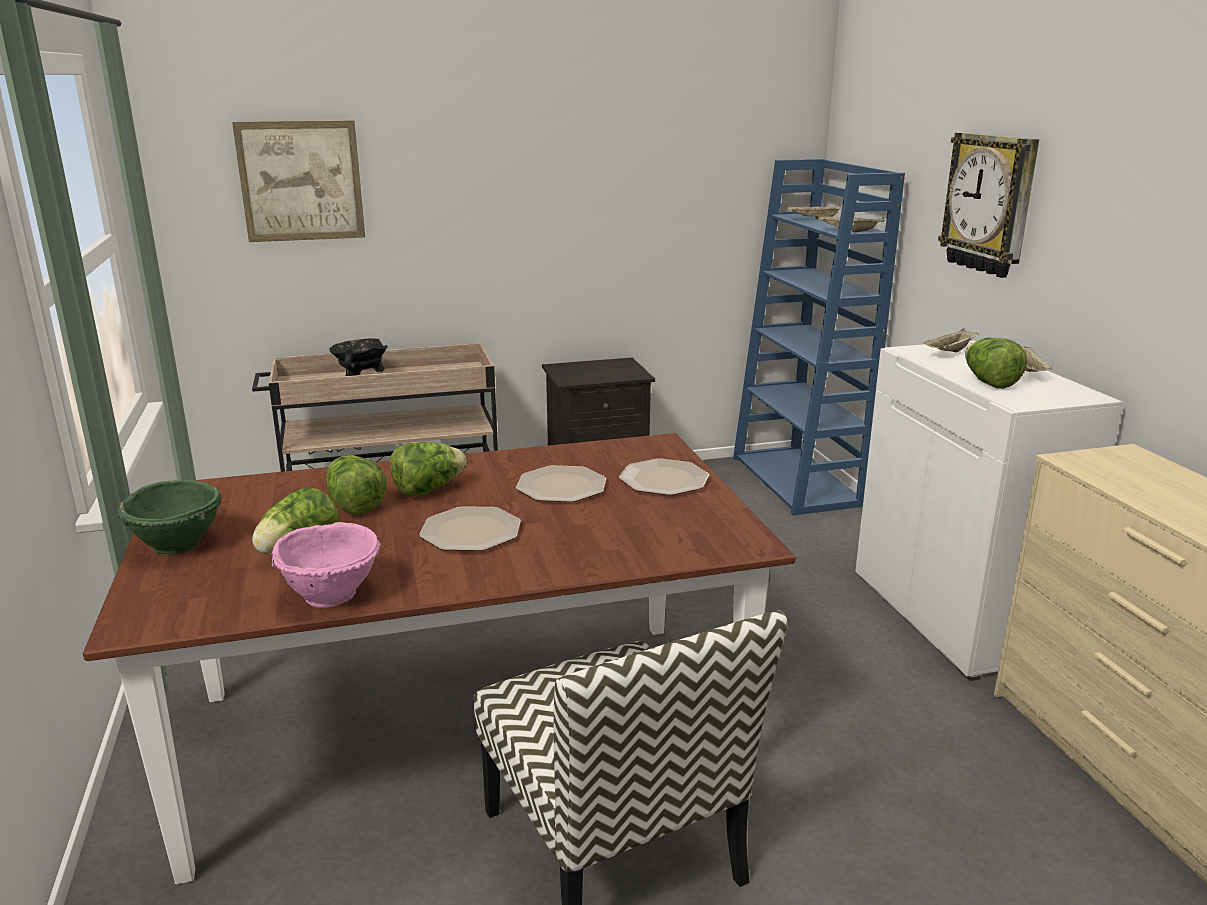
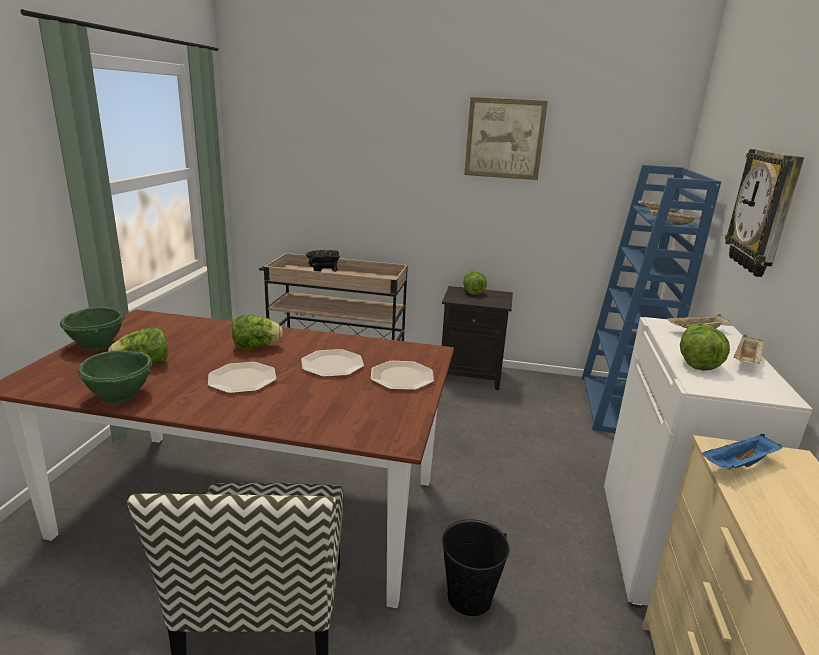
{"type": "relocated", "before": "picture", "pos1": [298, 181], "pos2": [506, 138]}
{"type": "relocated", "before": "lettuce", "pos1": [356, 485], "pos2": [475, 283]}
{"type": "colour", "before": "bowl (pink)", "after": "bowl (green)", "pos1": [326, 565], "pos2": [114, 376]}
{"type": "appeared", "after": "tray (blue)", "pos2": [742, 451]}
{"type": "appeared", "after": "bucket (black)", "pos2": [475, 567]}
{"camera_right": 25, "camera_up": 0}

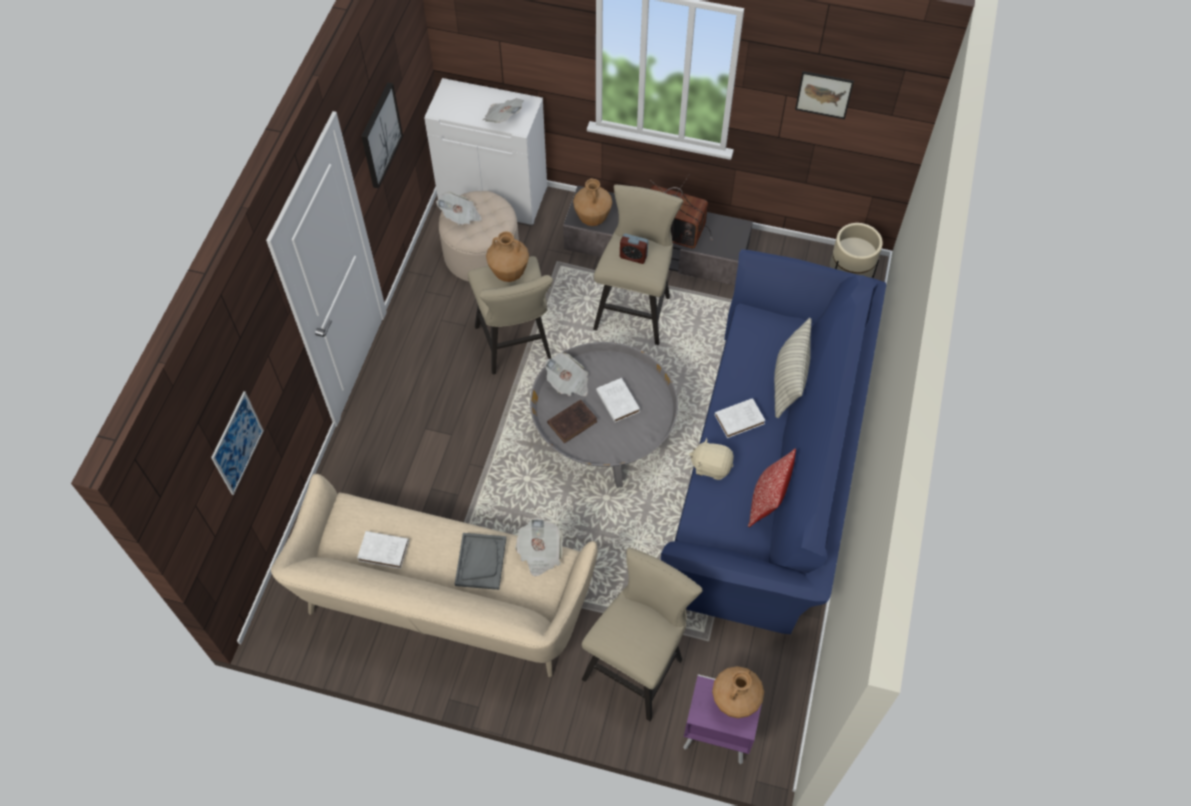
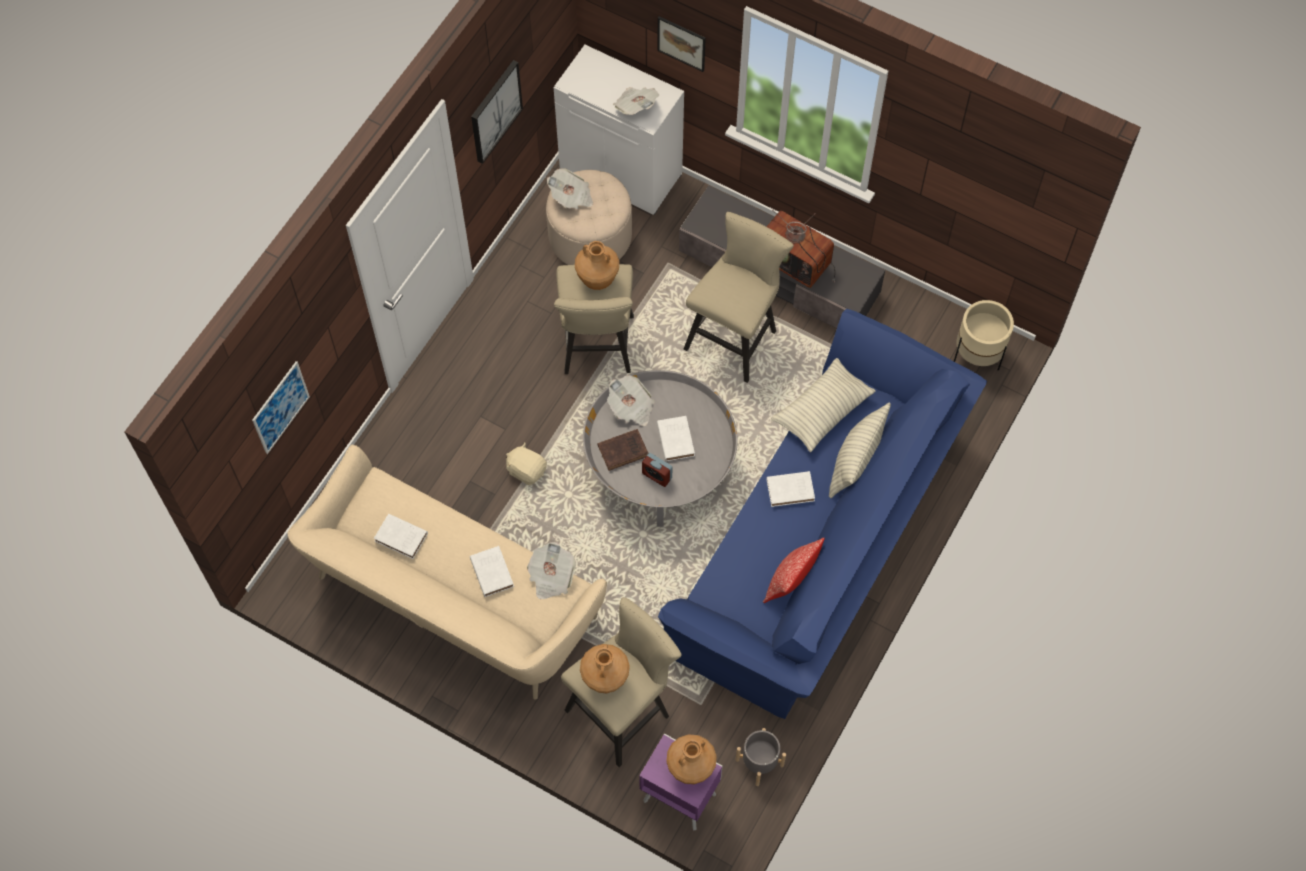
{"type": "relocated", "before": "picture", "pos1": [824, 95], "pos2": [682, 44]}
{"type": "relocated", "before": "vase (brown)", "pos1": [592, 202], "pos2": [605, 668]}
{"type": "relocated", "before": "alarm clock", "pos1": [634, 248], "pos2": [657, 470]}
{"type": "relocated", "before": "plush toy (beige)", "pos1": [711, 459], "pos2": [526, 463]}
{"type": "exchanged", "before": "tray (grey)", "after": "book (white)", "pos1": [480, 561], "pos2": [492, 571]}
{"type": "appeared", "after": "pillow", "pos2": [823, 405]}
{"type": "appeared", "after": "planter (grey)", "pos2": [761, 757]}
{"camera_right": 15, "camera_up": 5}

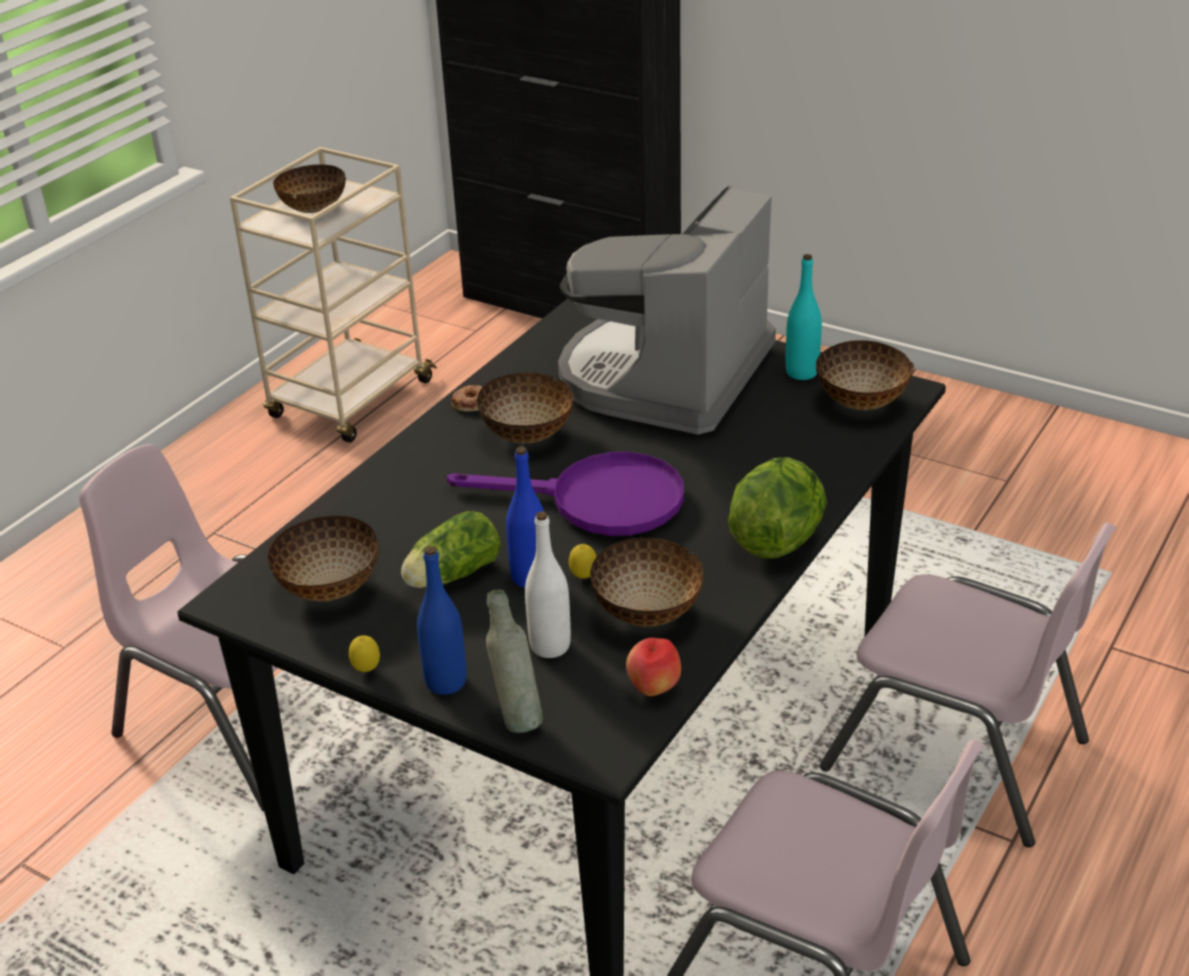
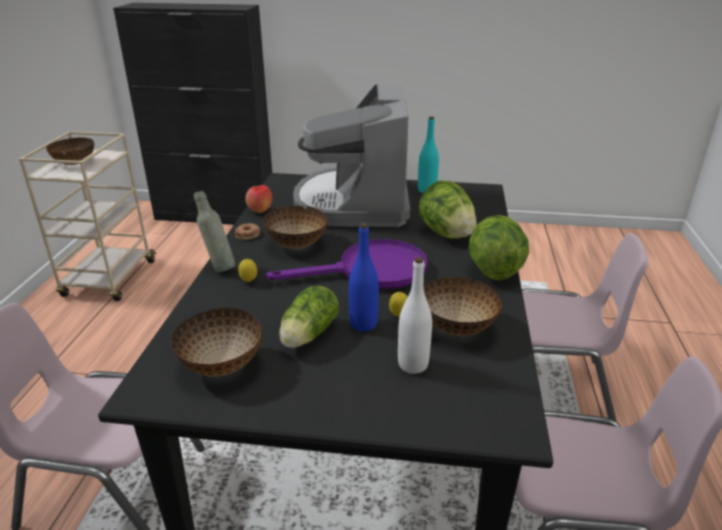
{"type": "missing", "before": "bowl", "pos1": [865, 375]}
{"type": "missing", "before": "bottle (blue)", "pos1": [441, 620]}
{"type": "relocated", "before": "bottle (grey)", "pos1": [514, 661], "pos2": [214, 231]}
{"type": "relocated", "before": "lemon", "pos1": [364, 653], "pos2": [247, 270]}
{"type": "relocated", "before": "apple", "pos1": [653, 667], "pos2": [258, 199]}
{"type": "appeared", "after": "lettuce", "pos2": [448, 210]}
{"camera_right": -25, "camera_up": -5}

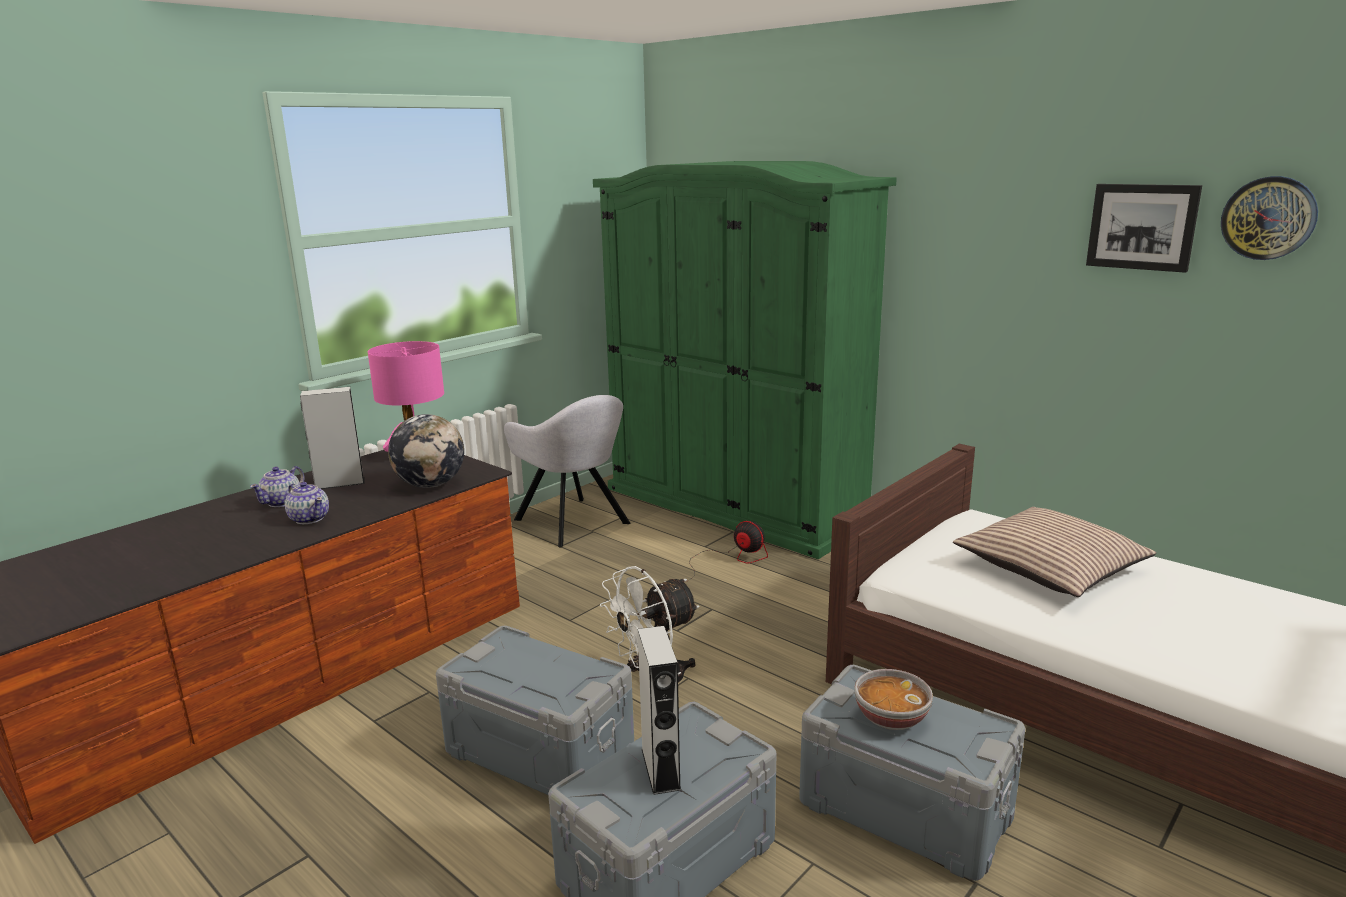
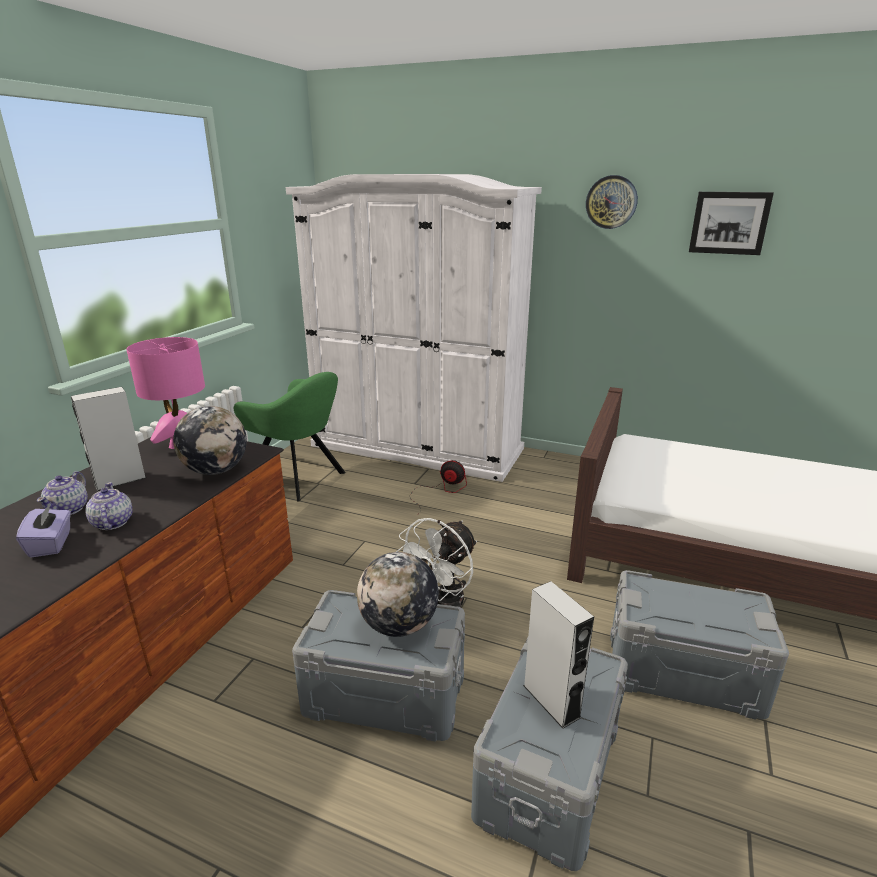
{"type": "colour", "before": "wardrobe (green)", "after": "wardrobe (white)", "pos1": [745, 360], "pos2": [414, 328]}
{"type": "relocated", "before": "wall clock", "pos1": [1269, 218], "pos2": [612, 202]}
{"type": "colour", "before": "armchair (grey)", "after": "armchair (green)", "pos1": [567, 471], "pos2": [290, 437]}
{"type": "spun", "before": "teapot", "pos1": [307, 503], "pos2": [109, 506], "turn": -135}
{"type": "missing", "before": "pillow", "pos1": [1054, 552]}
{"type": "missing", "before": "bowl", "pos1": [893, 699]}
{"type": "appeared", "after": "tissue box (purple)", "pos2": [43, 530]}
{"type": "appeared", "after": "globe", "pos2": [398, 594]}
{"camera_right": -20, "camera_up": 5}

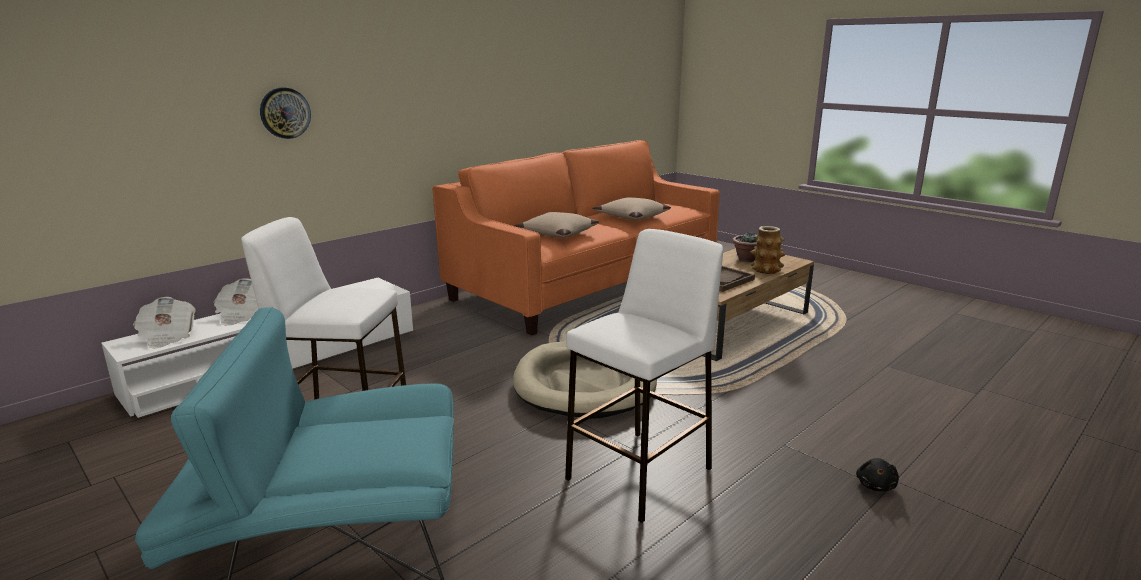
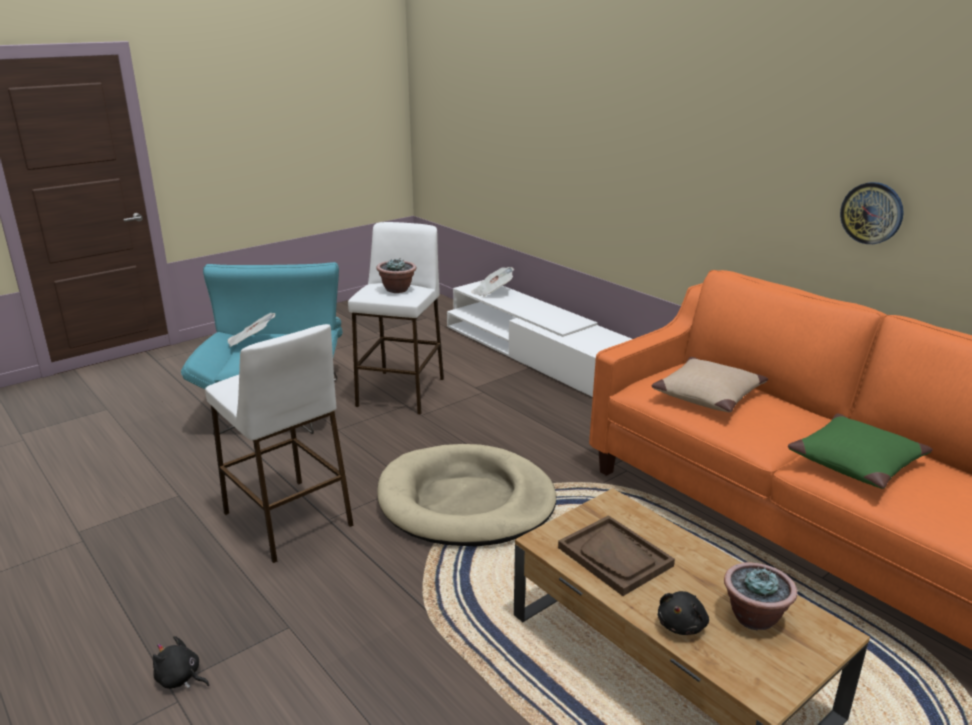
{"type": "relocated", "before": "wall clock", "pos1": [285, 113], "pos2": [872, 213]}
{"type": "colour", "before": "pillow (beige)", "after": "pillow (green)", "pos1": [632, 208], "pos2": [860, 451]}
{"type": "exchanged", "before": "vase", "after": "plush toy (black)", "pos1": [767, 250], "pos2": [683, 613]}
{"type": "relocated", "before": "newspaper", "pos1": [235, 302], "pos2": [251, 330]}
{"type": "appeared", "after": "potted plant", "pos2": [396, 275]}
{"camera_right": 95, "camera_up": 5}

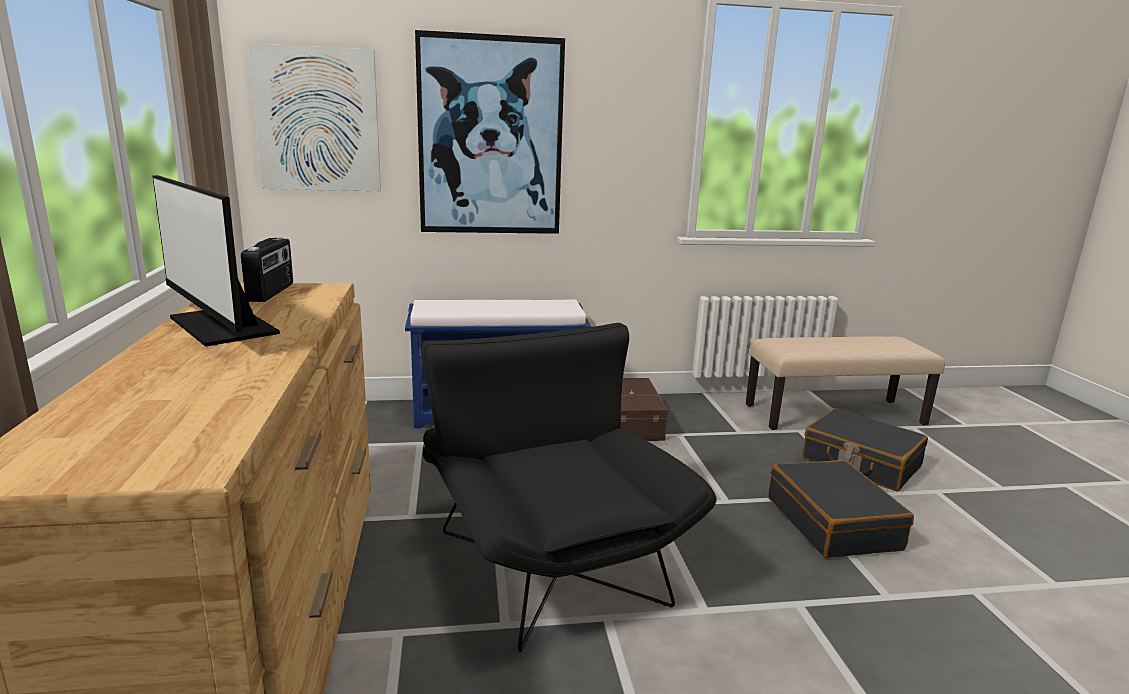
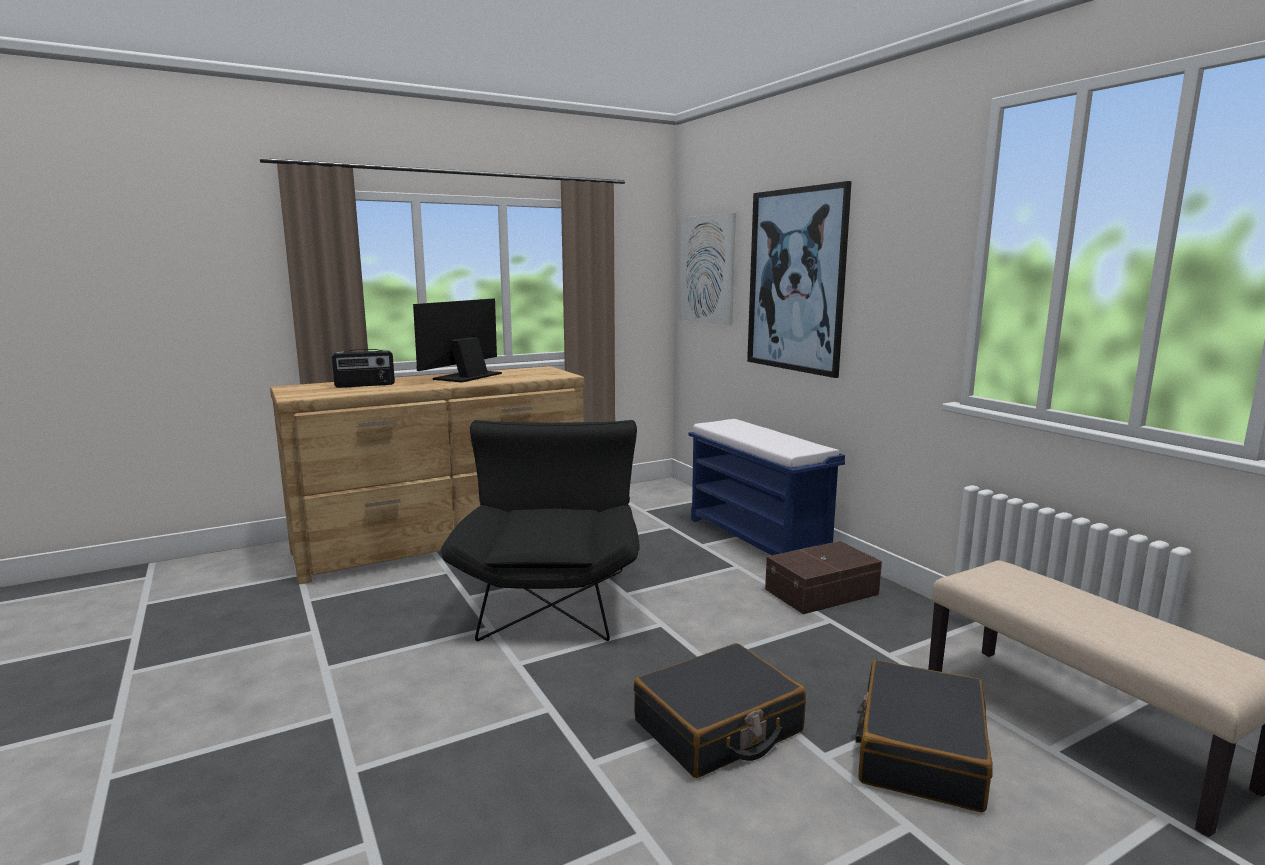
{"type": "relocated", "before": "radio", "pos1": [267, 269], "pos2": [363, 368]}
{"type": "spun", "before": "armchair (black)", "pos1": [569, 487], "pos2": [540, 530], "turn": -45}
{"camera_right": 70, "camera_up": -5}

